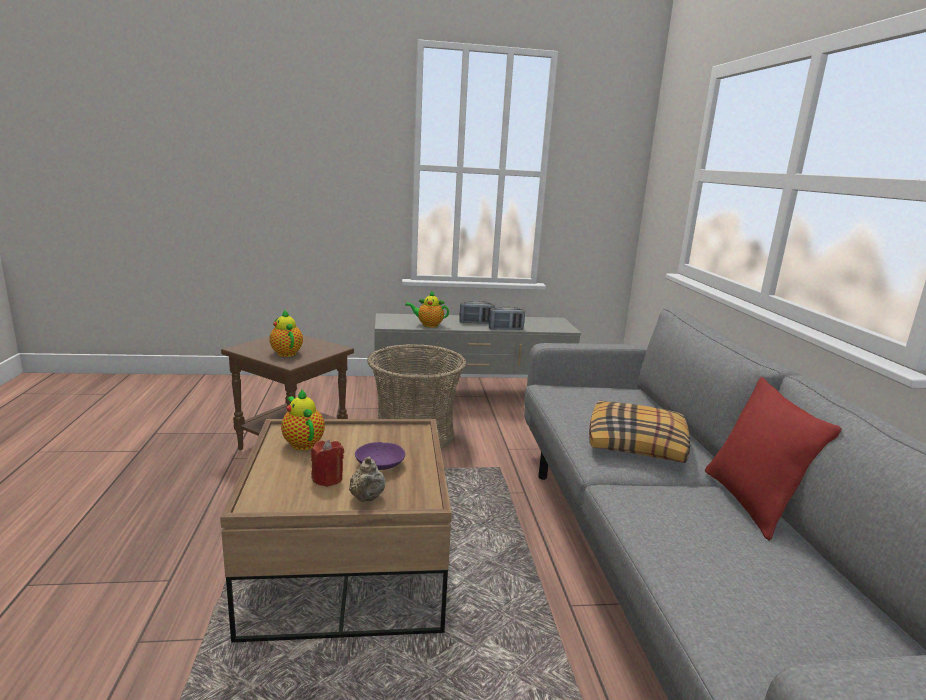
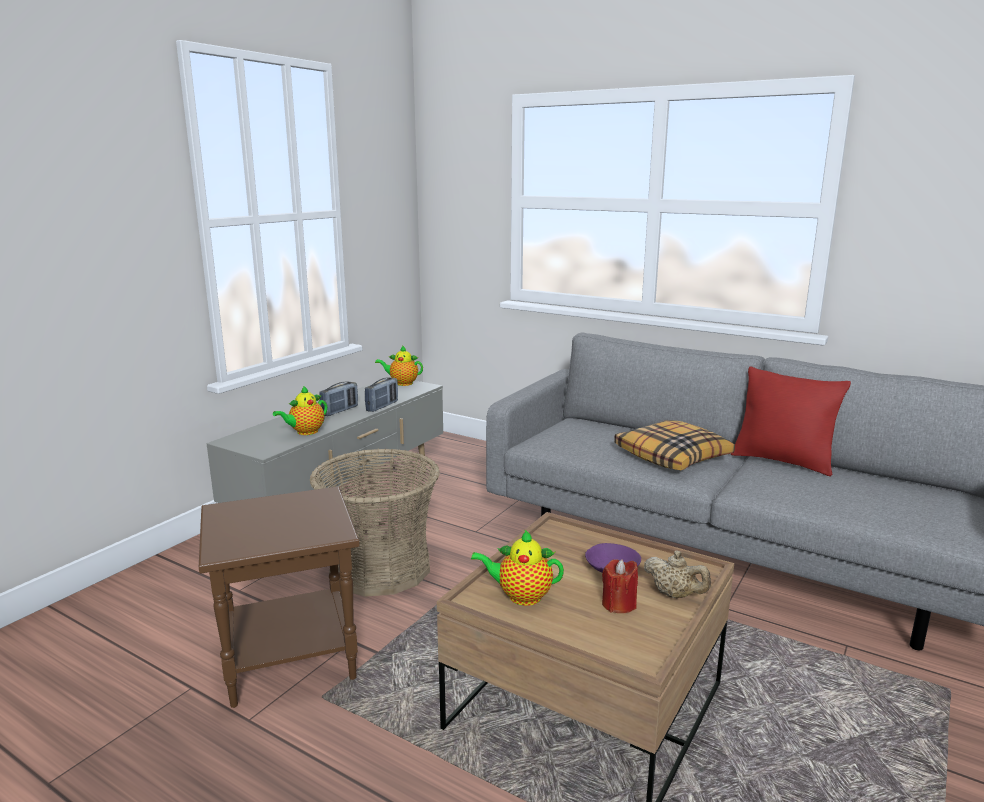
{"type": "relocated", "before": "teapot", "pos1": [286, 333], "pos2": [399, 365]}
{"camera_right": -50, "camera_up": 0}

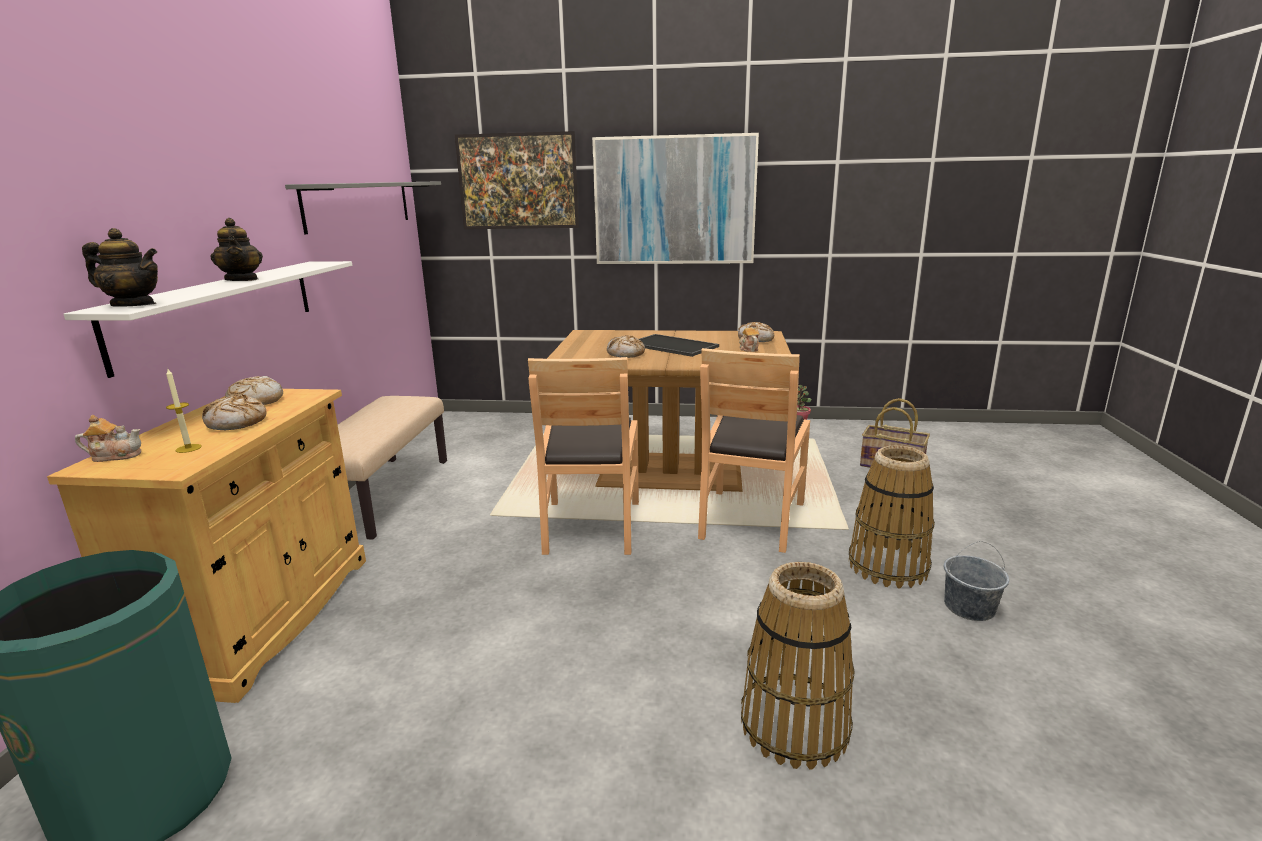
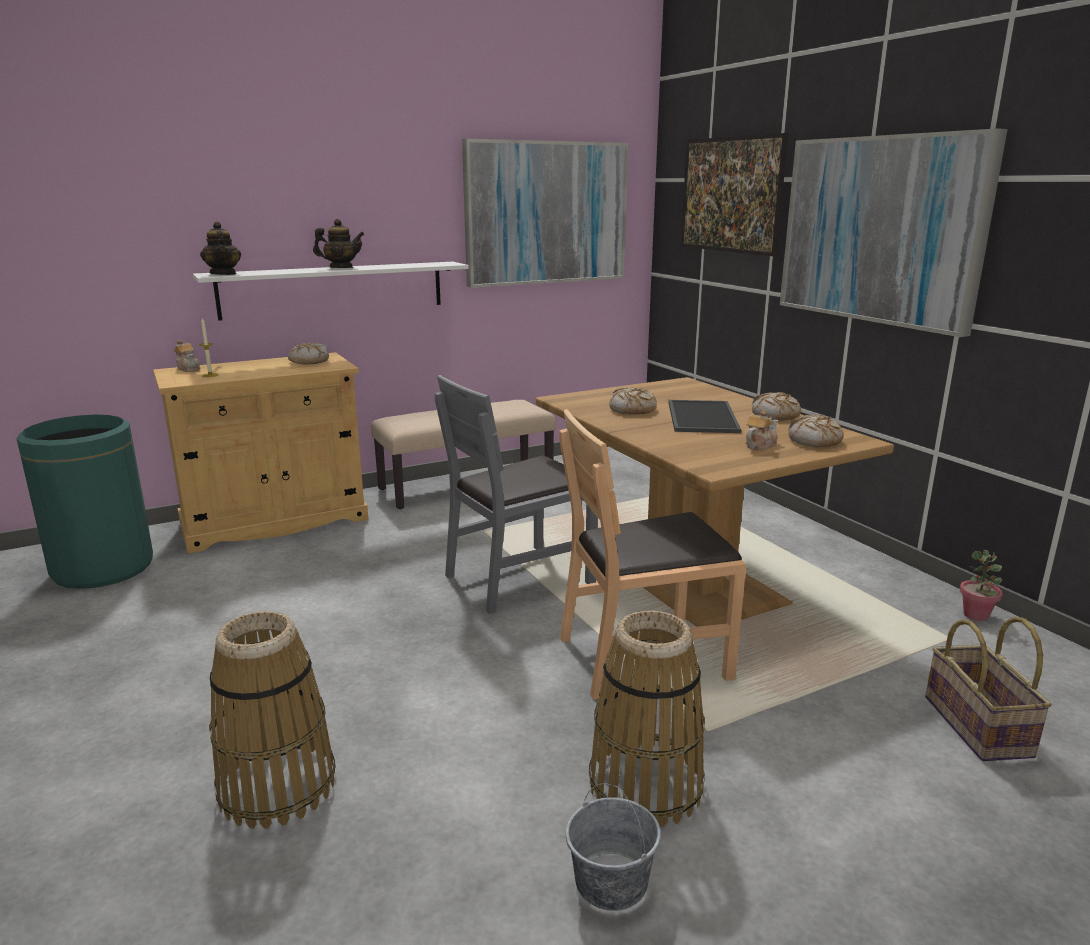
{"type": "exchanged", "before": "shelf (grey)", "after": "picture", "pos1": [363, 207], "pos2": [545, 213]}
{"type": "spun", "before": "teapot", "pos1": [236, 249], "pos2": [339, 243], "turn": -120}
{"type": "colour", "before": "chair (brown)", "after": "chair (grey)", "pos1": [583, 456], "pos2": [516, 494]}
{"type": "relocated", "before": "bread", "pos1": [234, 412], "pos2": [776, 406]}
{"camera_right": 55, "camera_up": 0}

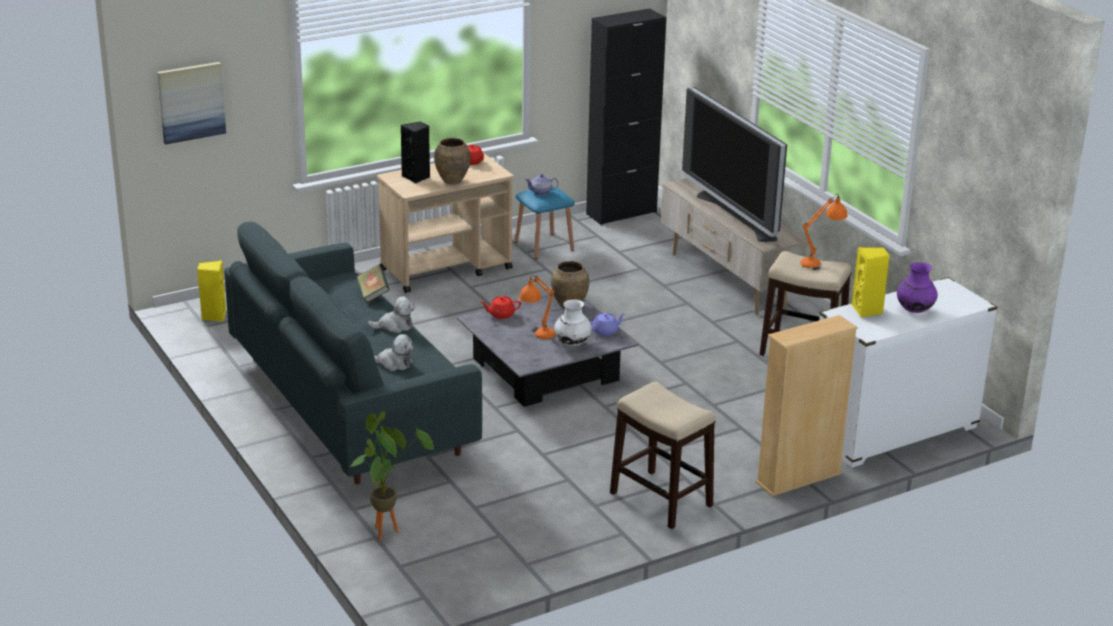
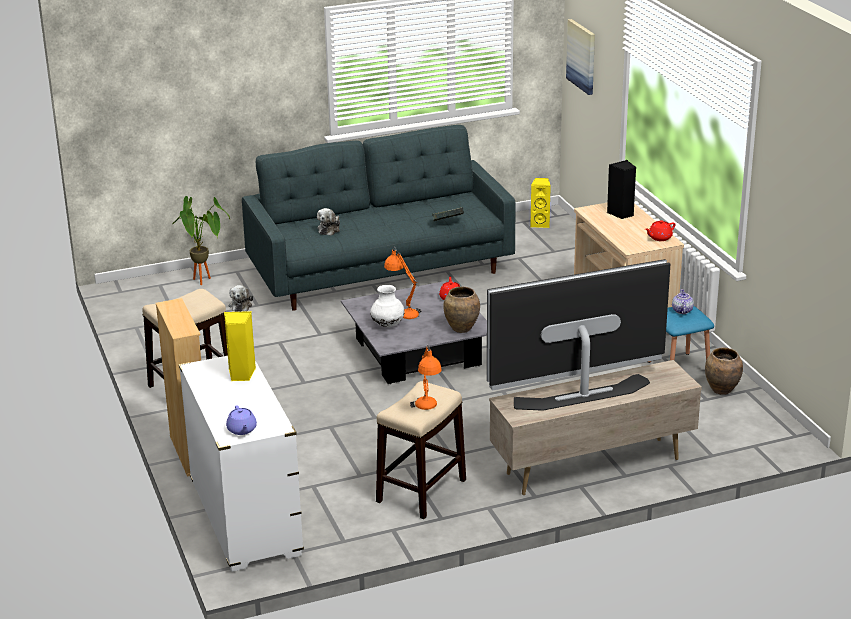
{"type": "missing", "before": "cabinet (black)", "pos1": [626, 116]}
{"type": "relocated", "before": "vase (brown)", "pos1": [452, 161], "pos2": [724, 371]}
{"type": "missing", "before": "vase (purple)", "pos1": [917, 287]}
{"type": "relocated", "before": "plush toy", "pos1": [391, 314], "pos2": [241, 298]}
{"type": "relocated", "before": "teapot (purple)", "pos1": [607, 324], "pos2": [241, 420]}
{"camera_right": 100, "camera_up": 0}

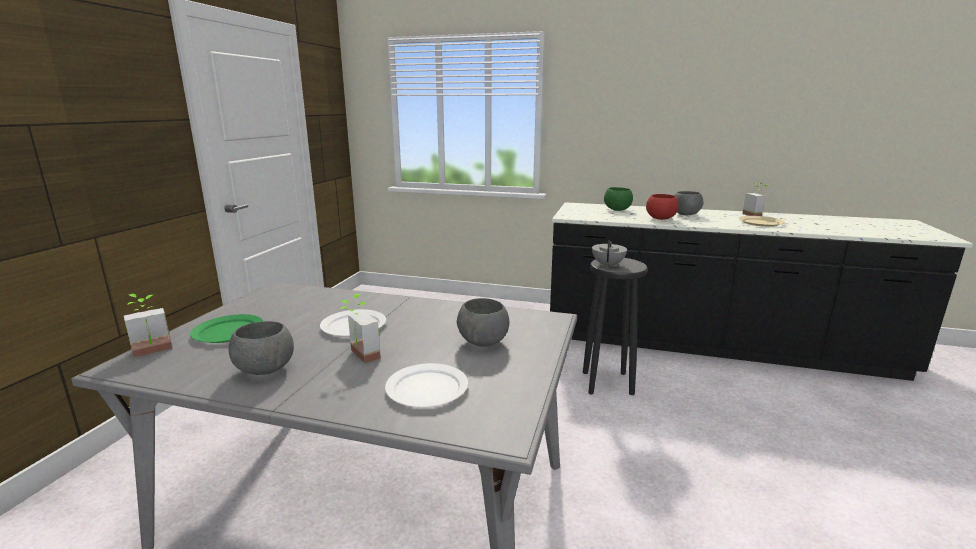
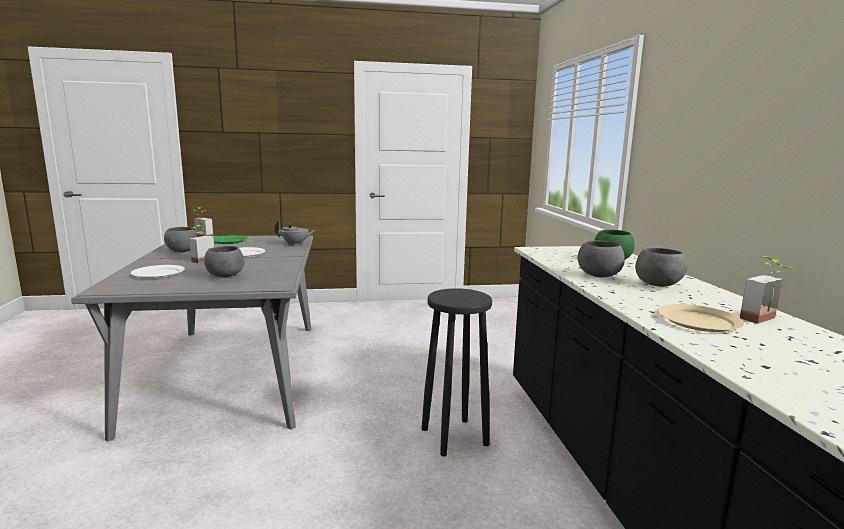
{"type": "colour", "before": "bowl (red)", "after": "bowl (grey)", "pos1": [662, 207], "pos2": [601, 259]}
{"type": "relocated", "before": "teapot (grey)", "pos1": [609, 254], "pos2": [295, 233]}
{"camera_right": 65, "camera_up": -5}

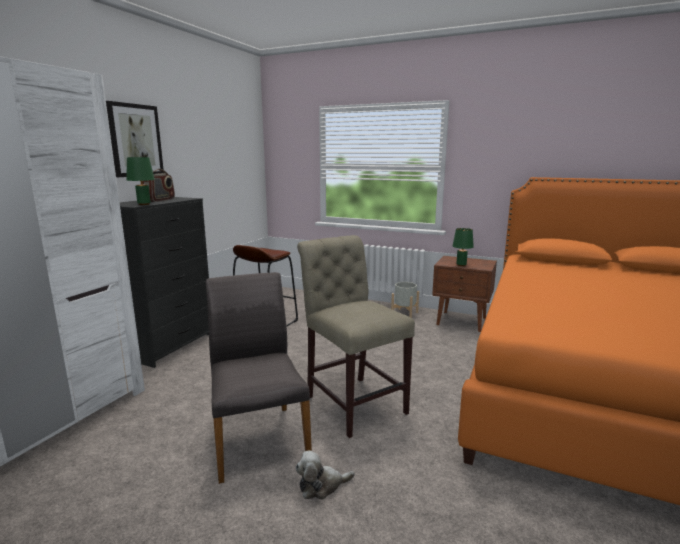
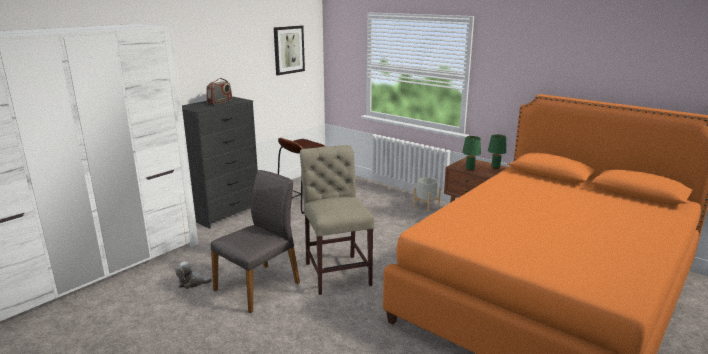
{"type": "relocated", "before": "picture", "pos1": [135, 139], "pos2": [289, 50]}
{"type": "relocated", "before": "table lamp (green)", "pos1": [141, 181], "pos2": [497, 151]}
{"type": "spun", "before": "chair (grey)", "pos1": [259, 378], "pos2": [255, 241], "turn": 45}
{"type": "relocated", "before": "plush toy", "pos1": [325, 475], "pos2": [193, 275]}
{"camera_right": 15, "camera_up": 5}

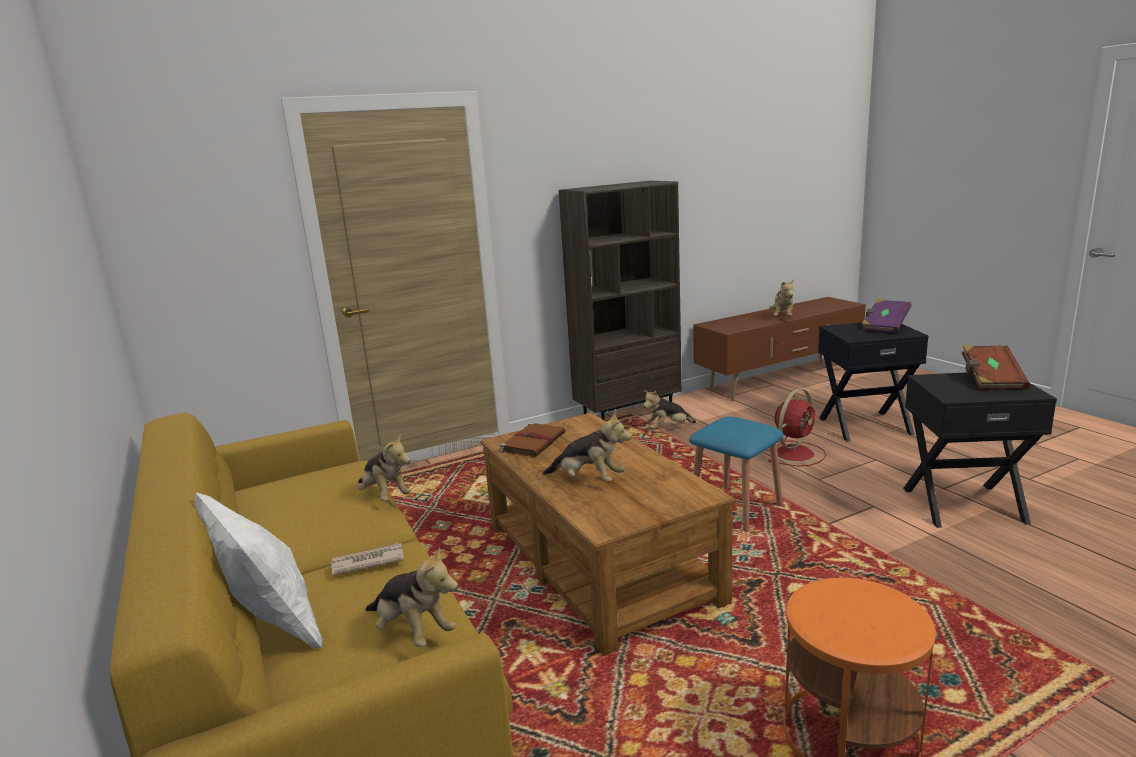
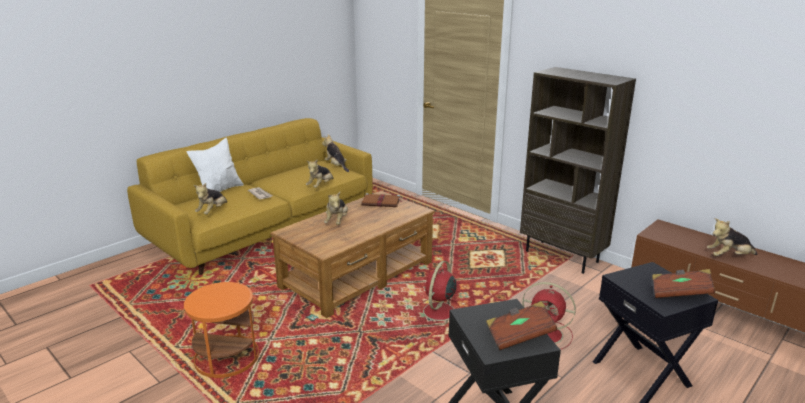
{"type": "colour", "before": "book (purple)", "after": "book (brown)", "pos1": [887, 316], "pos2": [683, 283]}
{"type": "relocated", "before": "plush toy", "pos1": [669, 409], "pos2": [335, 153]}
{"type": "exchanged", "before": "stool (blue)", "after": "fan (red)", "pos1": [736, 474], "pos2": [437, 294]}
{"camera_right": 70, "camera_up": 5}

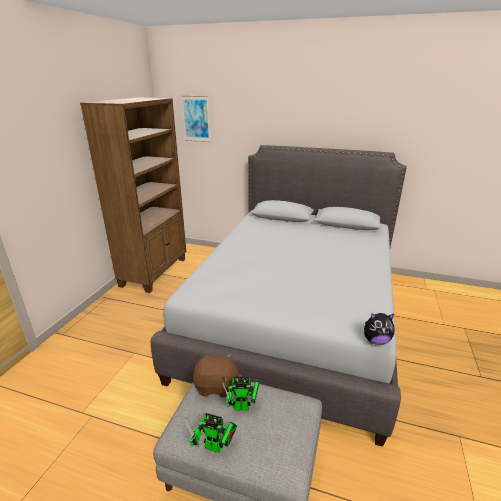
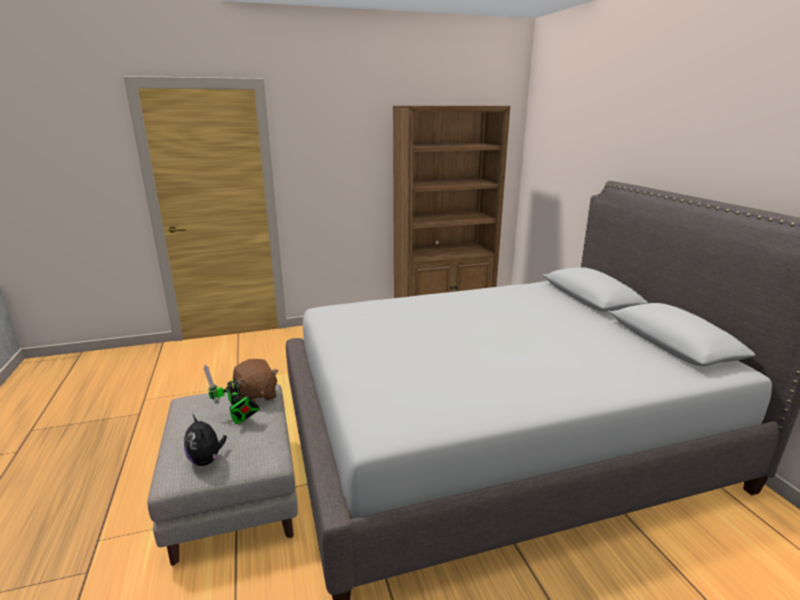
{"type": "missing", "before": "picture", "pos1": [195, 119]}
{"type": "relocated", "before": "plush toy", "pos1": [379, 329], "pos2": [205, 440]}
{"type": "missing", "before": "toy robot", "pos1": [210, 433]}
{"camera_right": 55, "camera_up": -5}

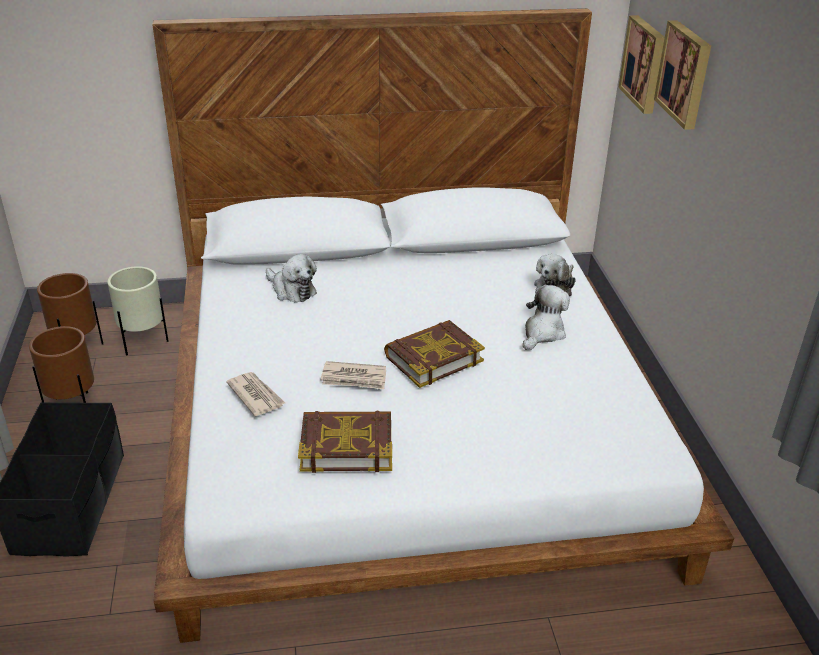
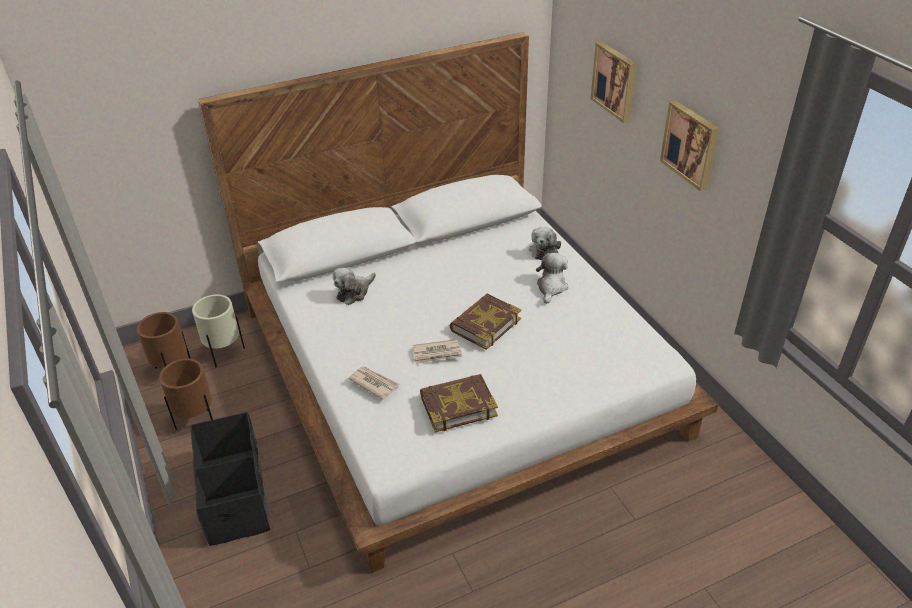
{"type": "relocated", "before": "picture", "pos1": [641, 64], "pos2": [689, 146]}
{"type": "spun", "before": "plush toy", "pos1": [291, 278], "pos2": [354, 286], "turn": 105}
{"camera_right": -15, "camera_up": 5}

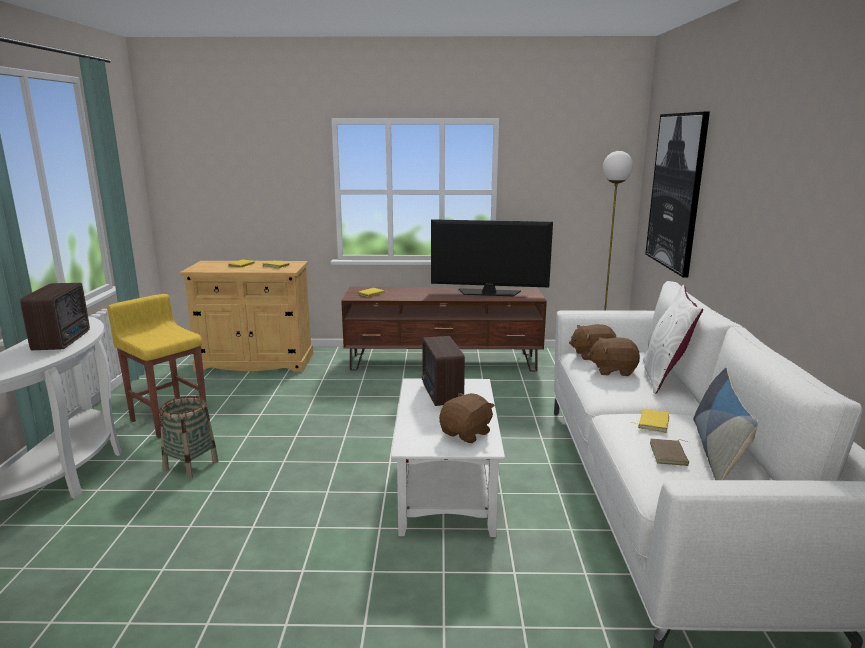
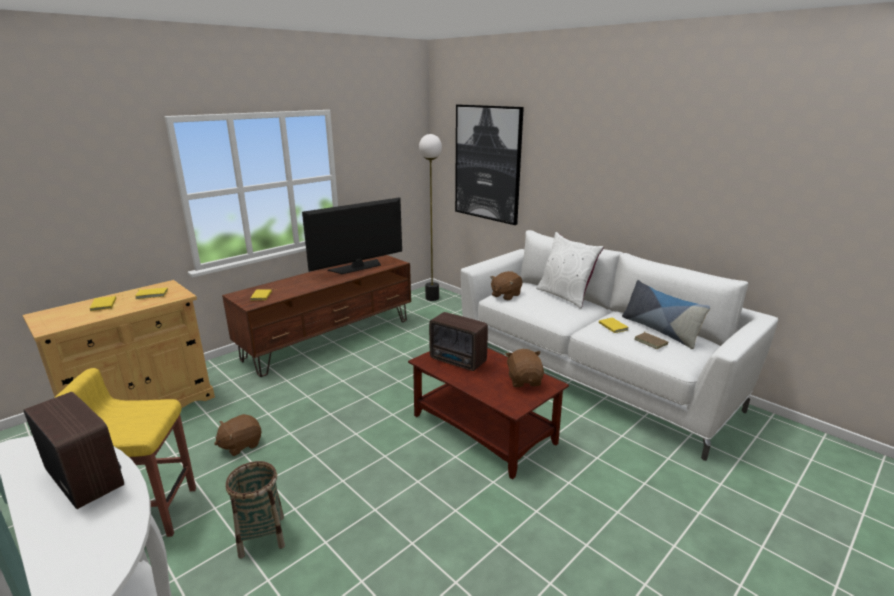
{"type": "relocated", "before": "plush toy (brown)", "pos1": [613, 356], "pos2": [238, 435]}
{"type": "colour", "before": "coffee table (white)", "after": "coffee table (brown)", "pos1": [448, 457], "pos2": [488, 413]}
{"camera_right": -45, "camera_up": 5}

